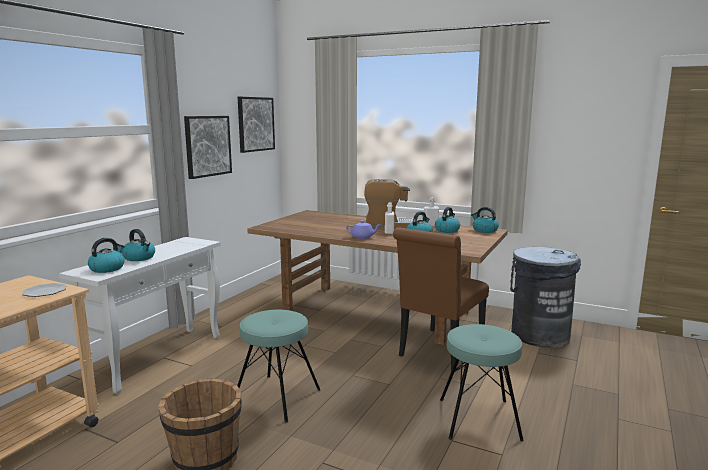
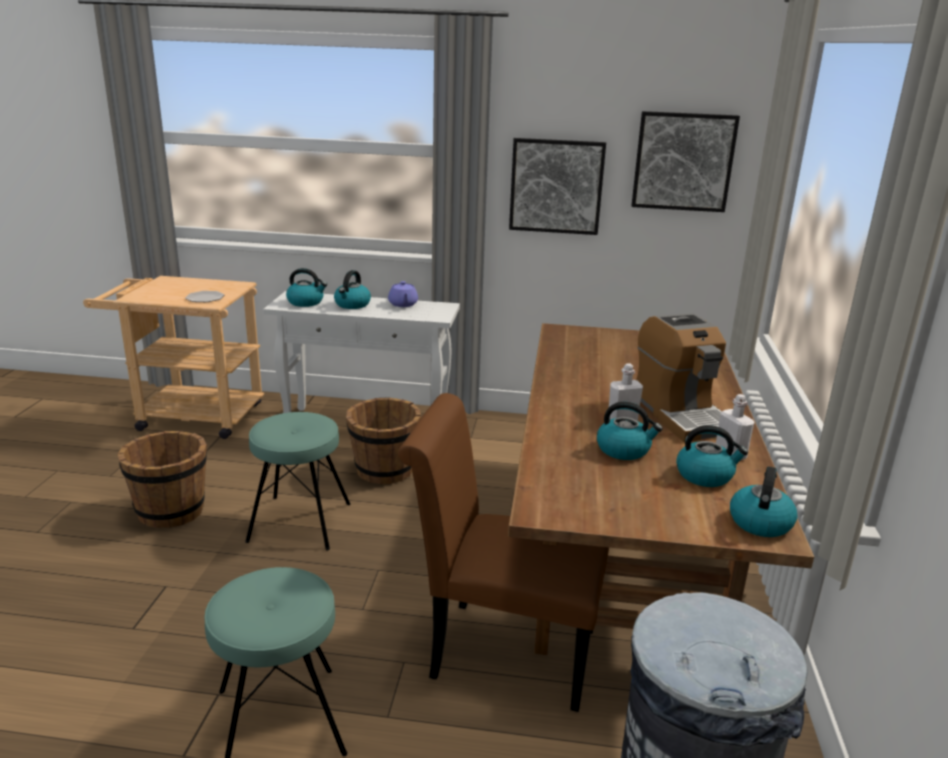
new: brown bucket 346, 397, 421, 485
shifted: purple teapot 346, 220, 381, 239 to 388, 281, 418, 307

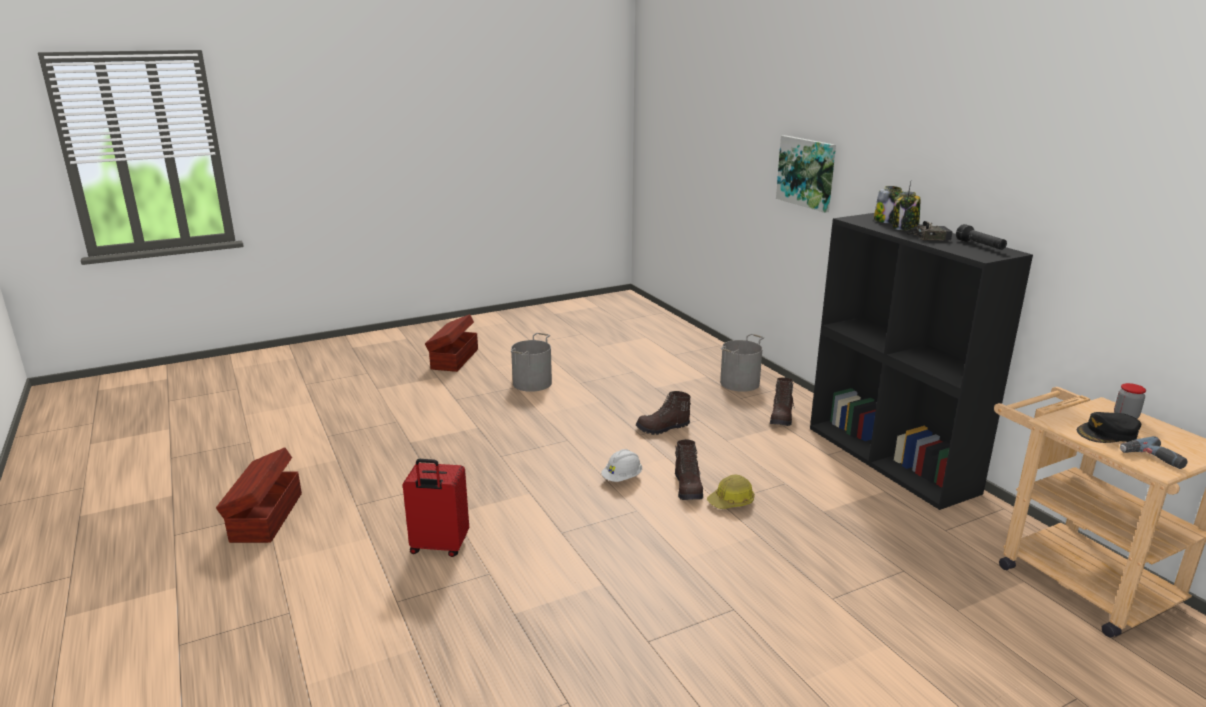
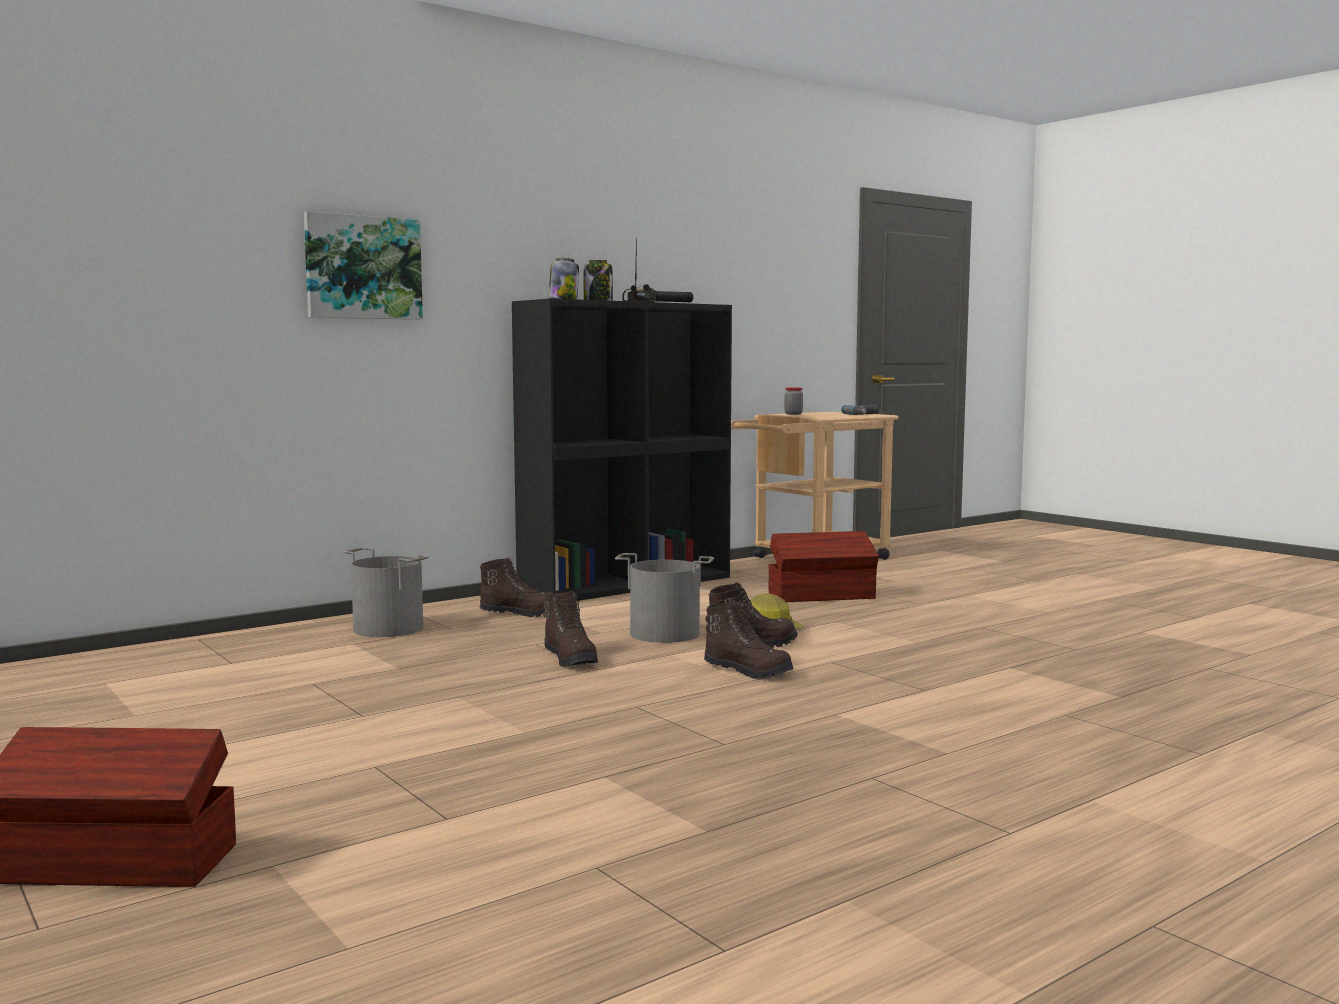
gone: red suitcase 403, 459, 469, 557; black cap 1077, 412, 1141, 443
shifted: brown storage box 216, 447, 302, 543 to 769, 531, 879, 602; grey bucket 511, 333, 552, 392 to 615, 553, 714, 643
swapped: white hard hat 601, 449, 642, 482 to brown boot 704, 601, 794, 679

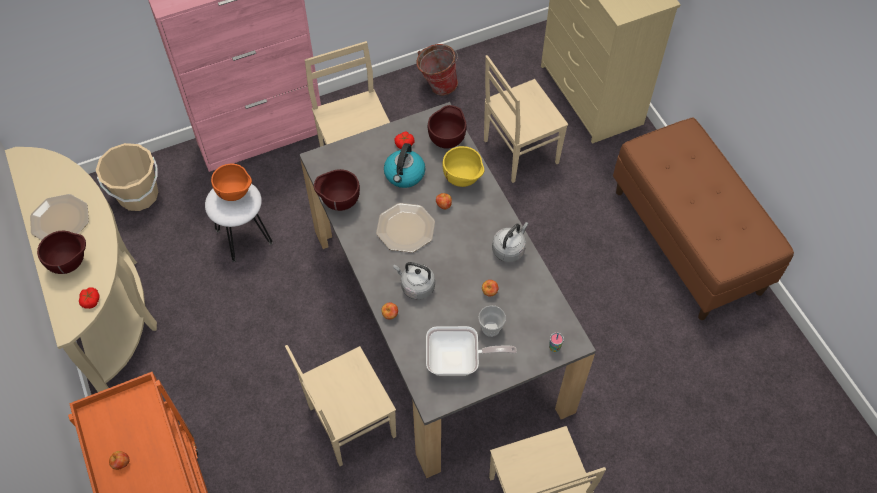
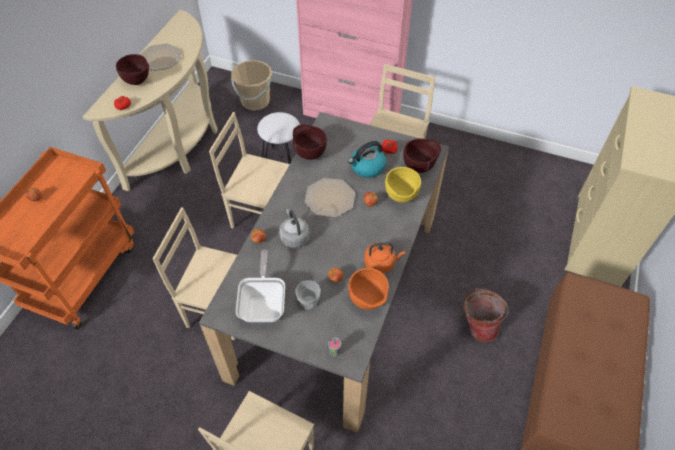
shifted: orange bowl 211, 164, 252, 201 to 348, 268, 389, 310; bucket 416, 44, 458, 95 to 463, 288, 508, 342; beige chair 484, 55, 568, 183 to 209, 112, 290, 228
repainted: grey kettle 492, 222, 528, 262 to orange kettle 364, 242, 405, 274
rotated: frying pan 426, 326, 517, 376 = 236, 250, 285, 322 135 degrees counterclockwise

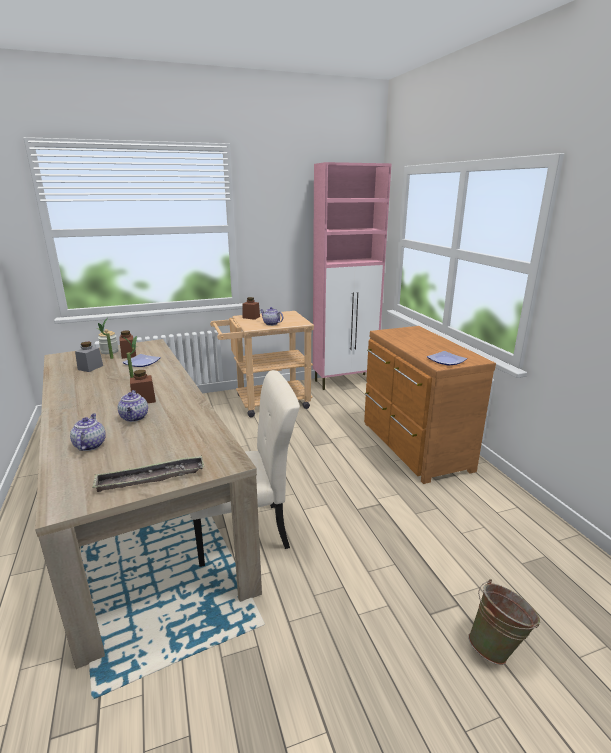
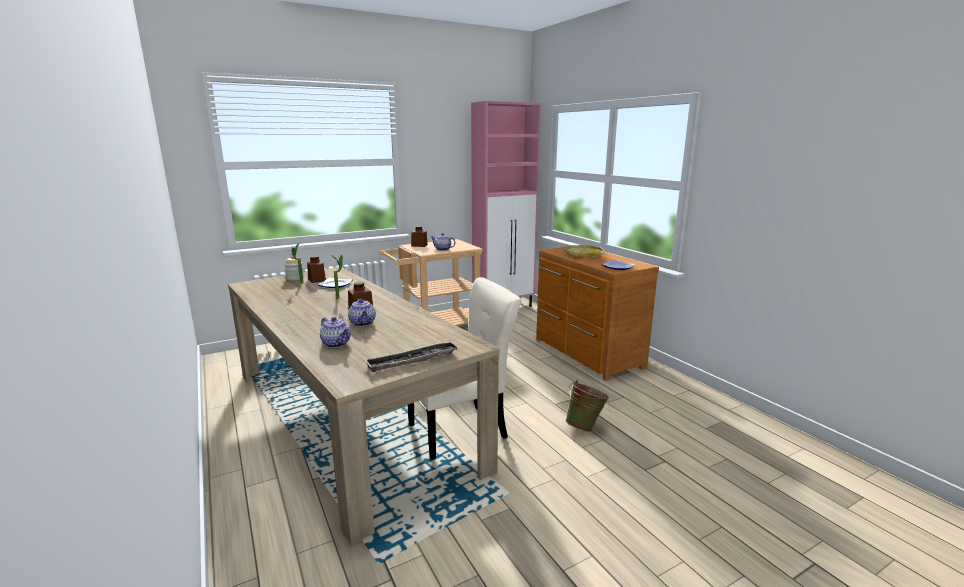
gone: grey jar 75, 342, 103, 372
new: yellow tray 565, 245, 605, 258
shifted: green bucket 468, 579, 540, 665 to 565, 380, 609, 432
rotated: teapot 70, 414, 106, 451 = 320, 317, 351, 348 150 degrees clockwise

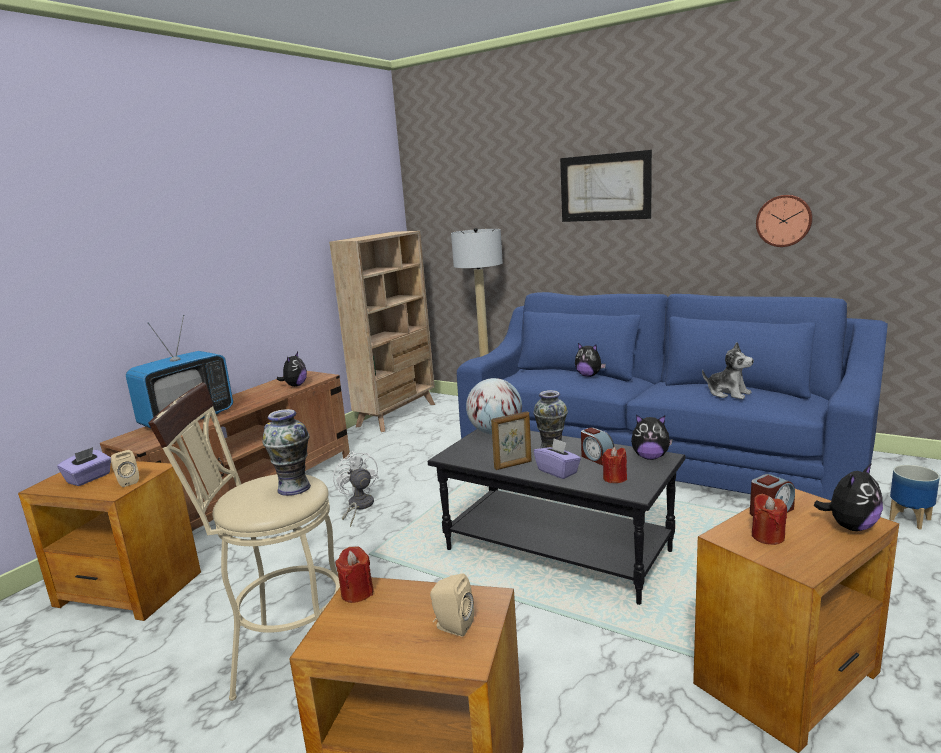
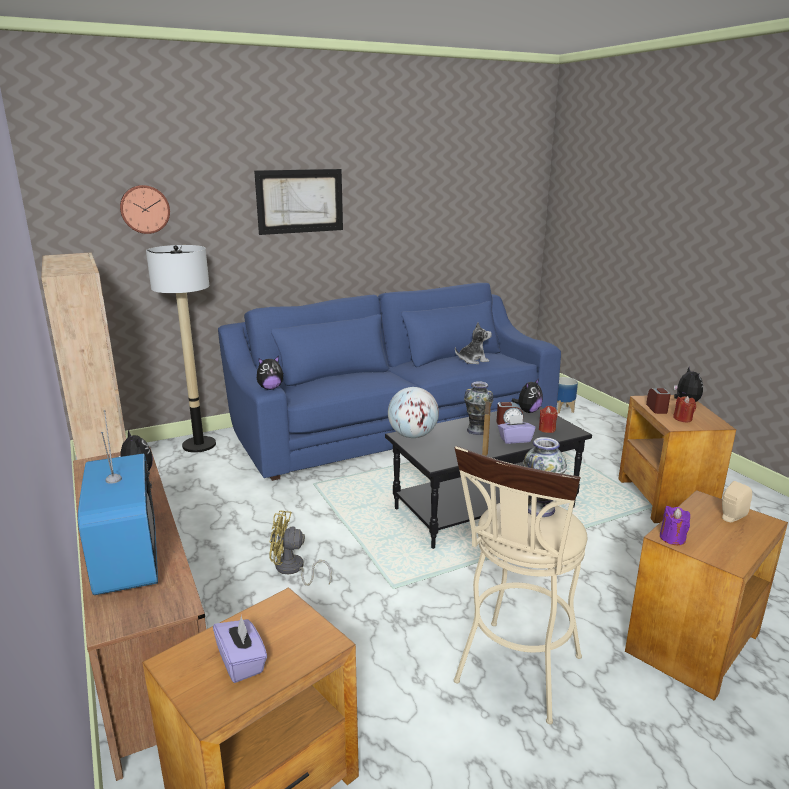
gone: beige speaker 111, 450, 139, 487
shifted: plush toy 575, 343, 606, 377 to 257, 356, 283, 390; wall clock 756, 195, 813, 247 to 120, 185, 170, 234
repainted: white fan 333, 451, 379, 527 to yellow fan 270, 510, 332, 586; red candle 335, 546, 374, 603 to purple candle 660, 506, 690, 545

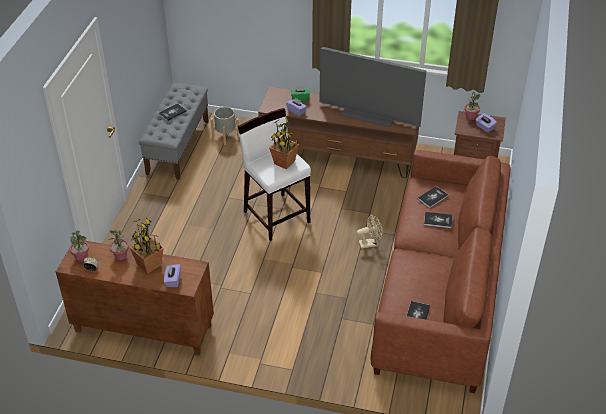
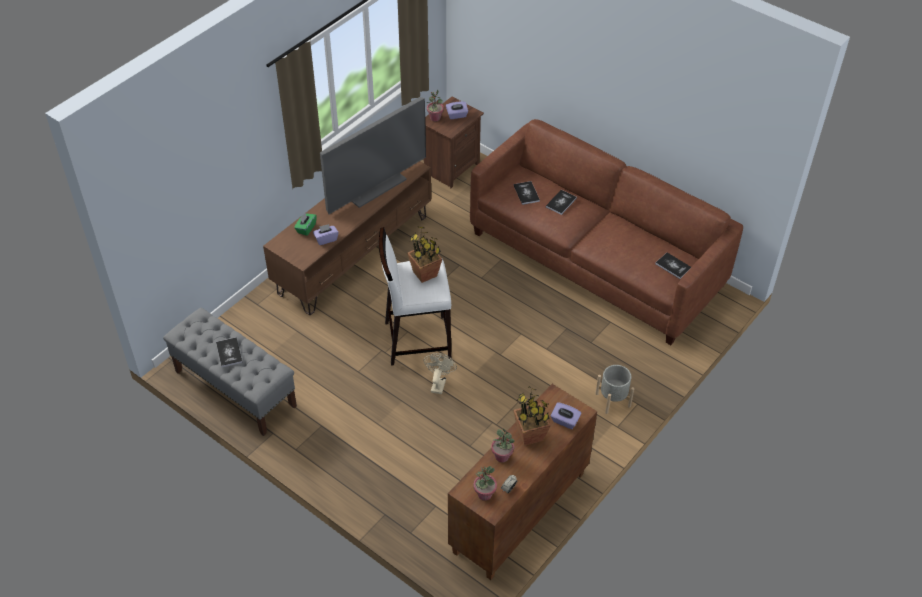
shifted: grey planter 211, 107, 239, 145 to 595, 365, 634, 414; beige fan 357, 214, 383, 249 to 424, 353, 457, 394

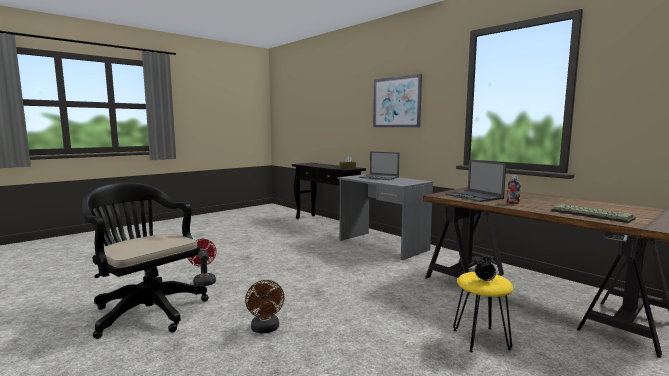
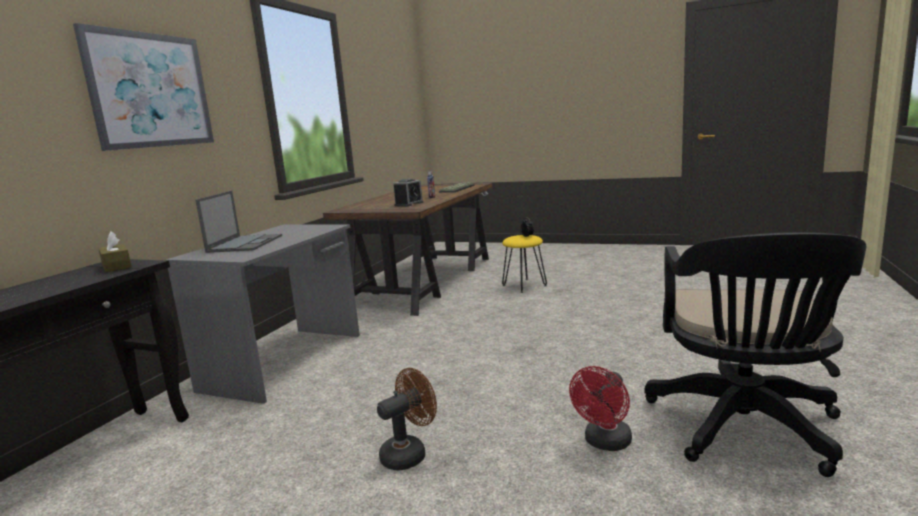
shifted: brown fan 245, 280, 284, 333 to 377, 368, 437, 471
swapped: laptop 445, 160, 506, 202 to alarm clock 393, 179, 423, 207

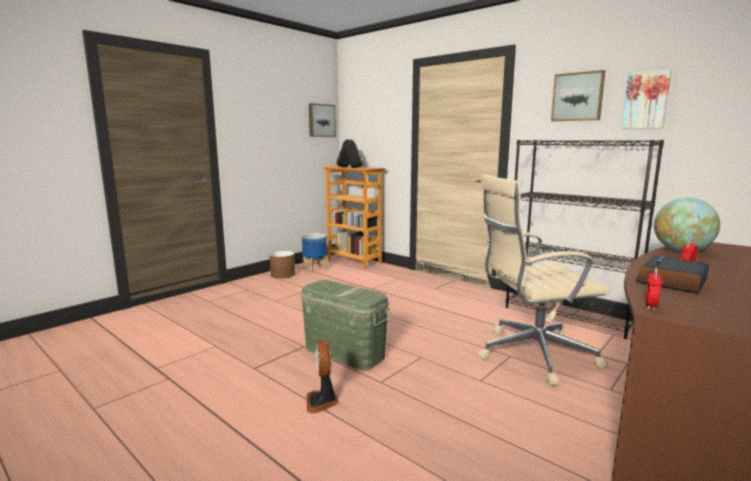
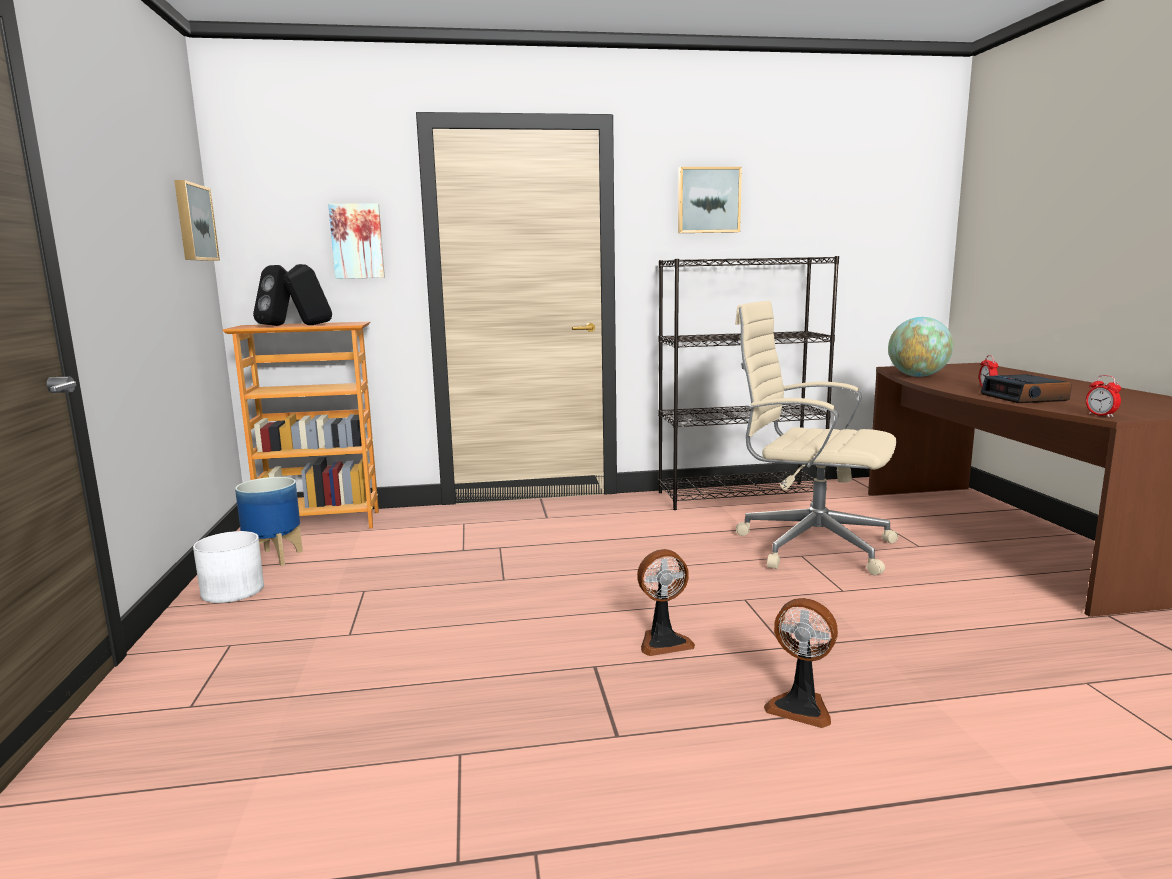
shifted: picture 622, 69, 672, 129 to 328, 203, 385, 279
swapped: green storage box 301, 280, 390, 370 to fan 637, 549, 695, 656
repainted: brown planter 270, 251, 295, 278 to white planter 193, 531, 264, 603
rotated: beige office chair 478, 175, 611, 386 = 735, 301, 898, 575 90 degrees clockwise

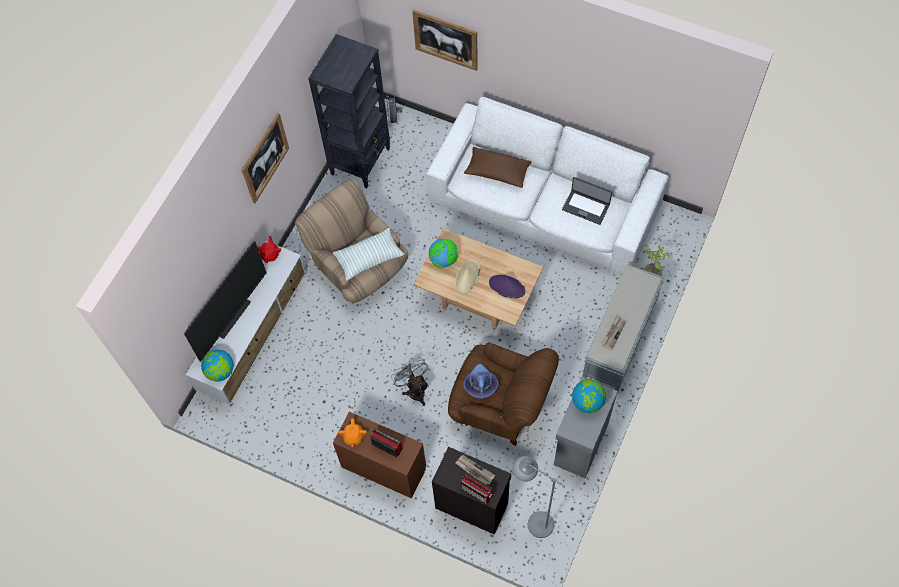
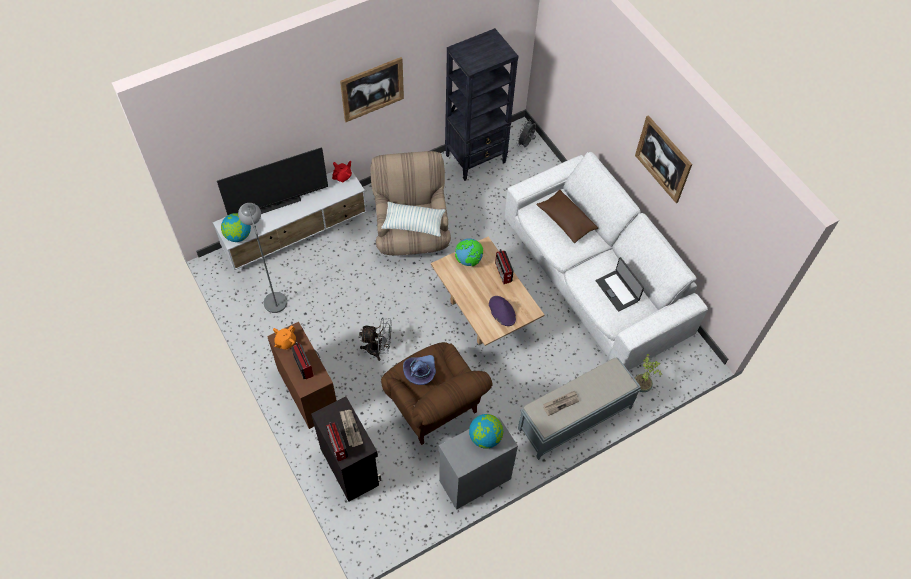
gone: beige hat 455, 260, 480, 294
new: radio 495, 249, 514, 284
shifted: picture 412, 10, 478, 71 to 635, 115, 692, 203; grey floor lamp 513, 456, 564, 538 to 238, 203, 287, 313
rotated: grey fan 391, 357, 429, 406 = 359, 317, 392, 361 90 degrees clockwise

